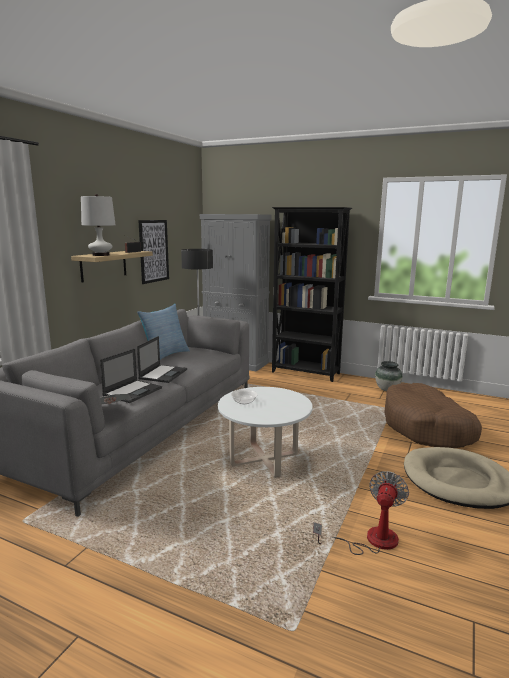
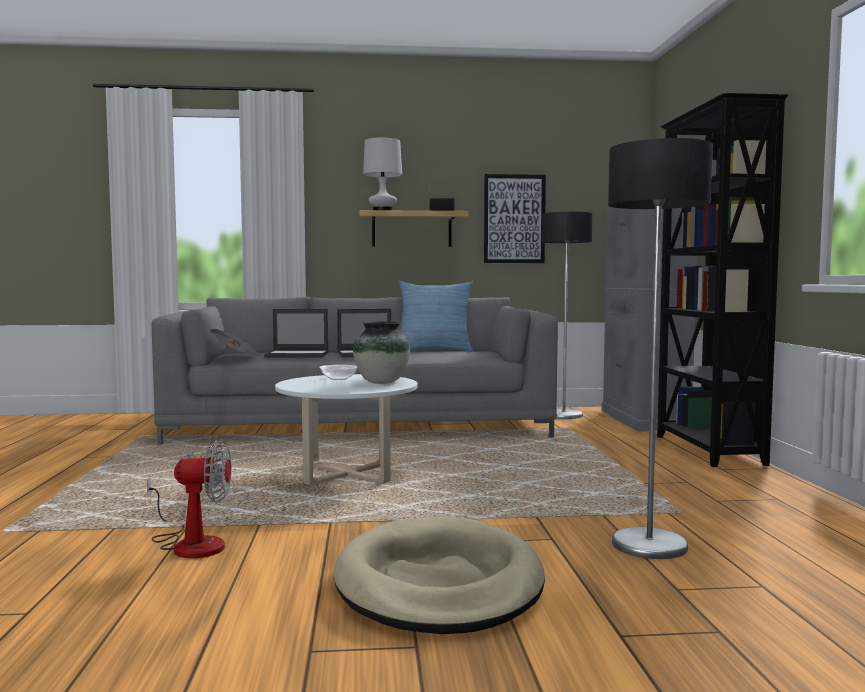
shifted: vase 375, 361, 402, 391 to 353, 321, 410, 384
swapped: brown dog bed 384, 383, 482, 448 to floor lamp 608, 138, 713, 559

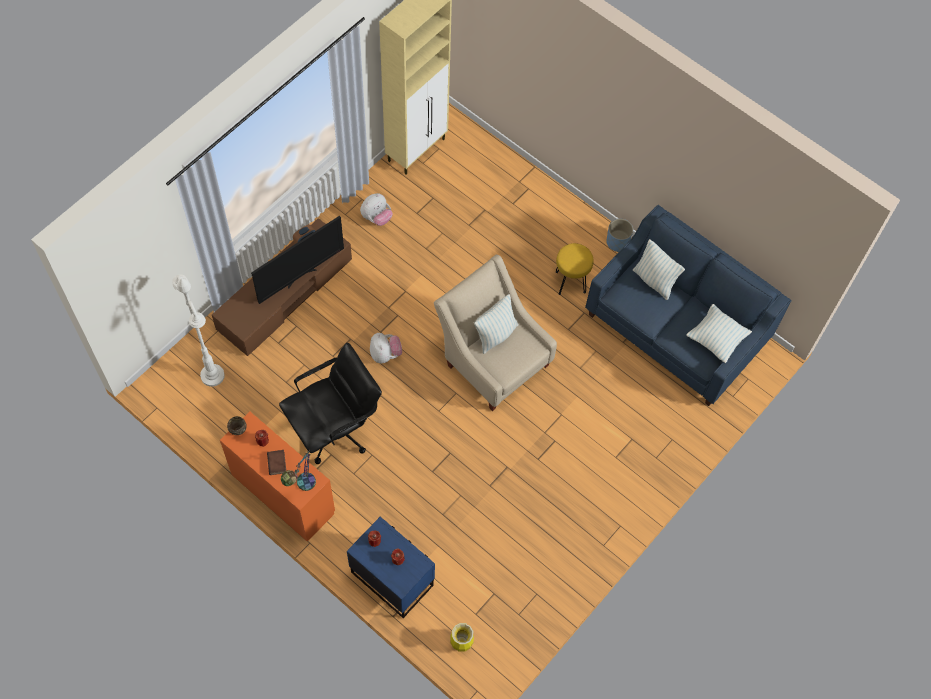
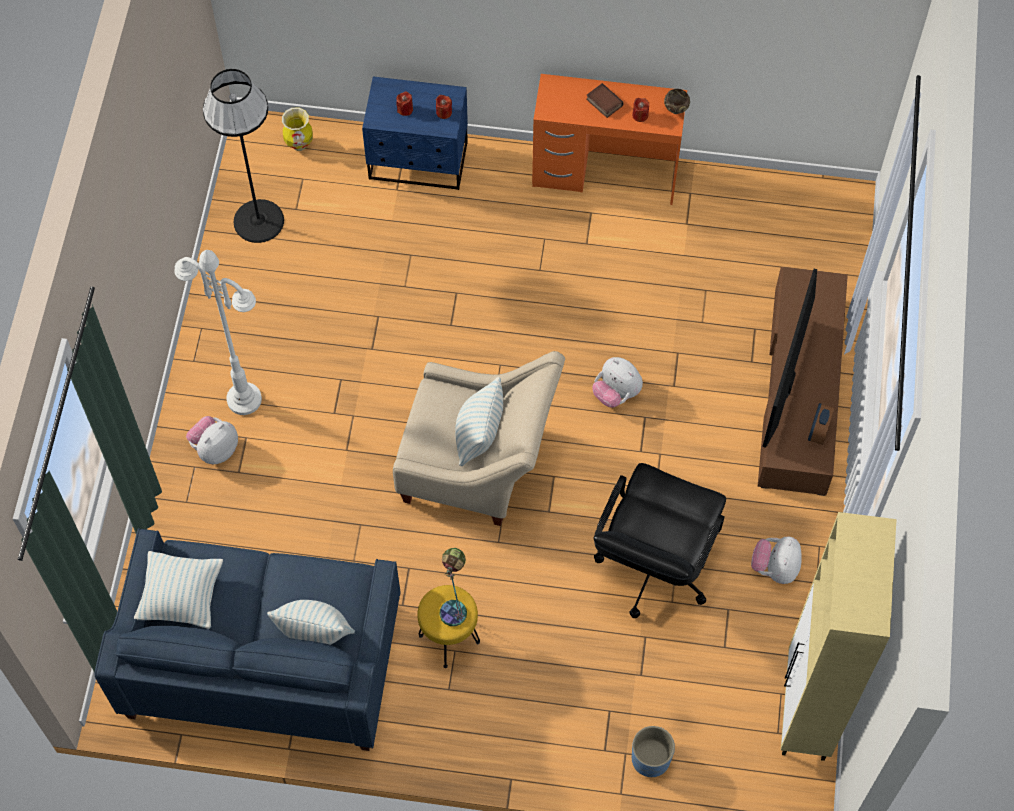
new: plush toy 186, 416, 238, 464; black floor lamp 203, 69, 284, 243
shifted: white floor lamp 172, 274, 225, 387 to 174, 250, 262, 415; black office chair 279, 343, 382, 464 to 593, 463, 726, 618; table lamp 281, 450, 316, 491 to 439, 548, 467, 626; blue planter 606, 219, 633, 252 to 632, 726, 675, 777

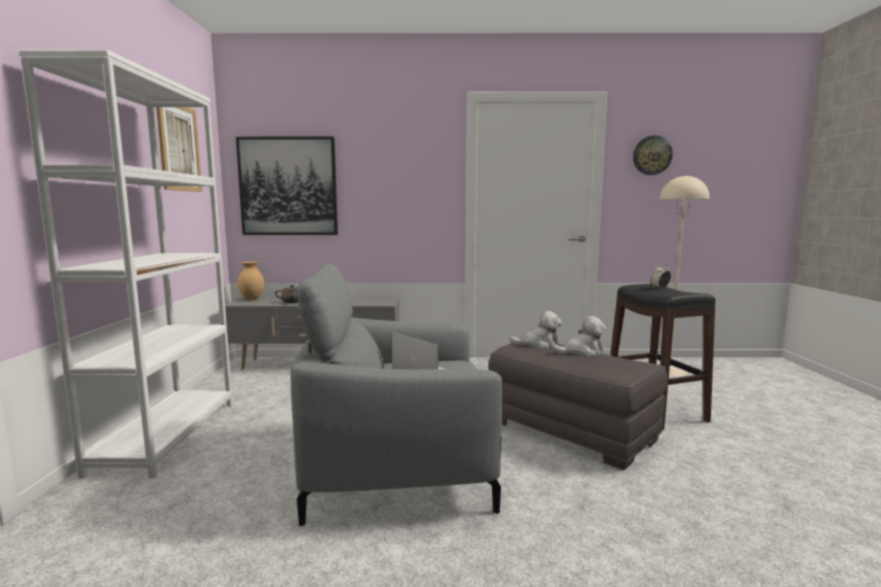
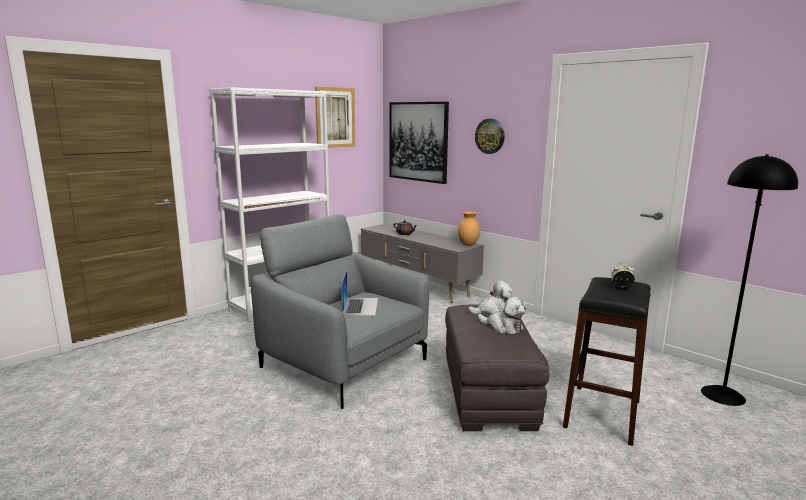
shifted: brown vase 238, 261, 265, 300 to 458, 212, 480, 246; wall clock 633, 135, 673, 175 to 475, 119, 505, 154
repainted: beige floor lamp 659, 175, 709, 376 to black floor lamp 701, 154, 798, 406
rotated: plush toy 510, 311, 562, 348 = 468, 281, 513, 315 60 degrees counterclockwise

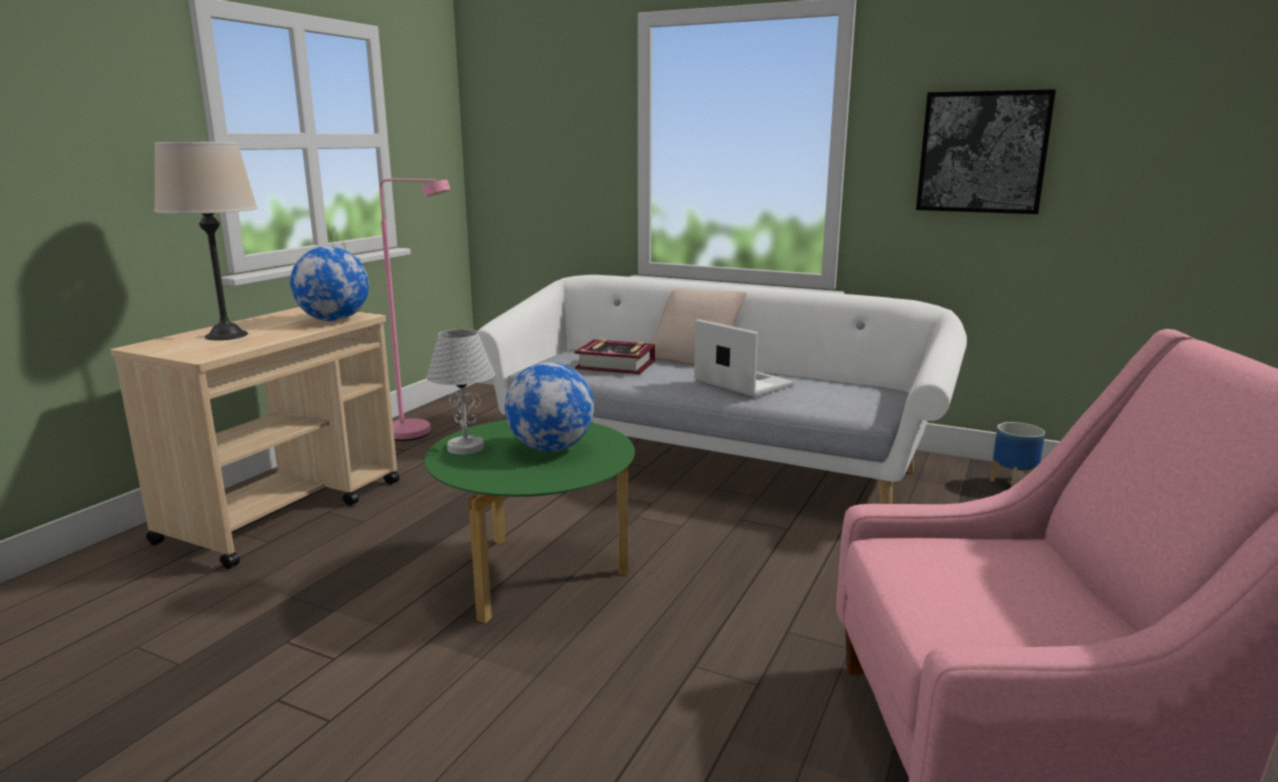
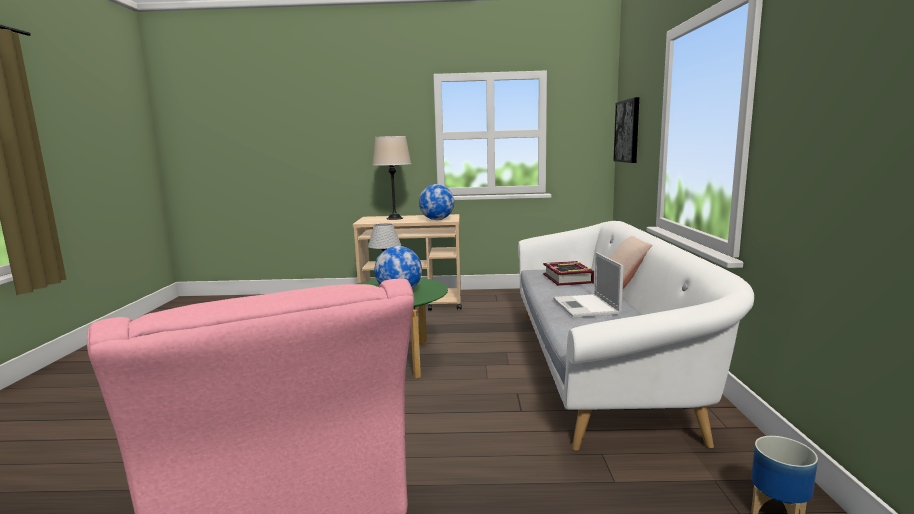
gone: pink floor lamp 380, 179, 451, 441
shifted: picture 916, 89, 1056, 214 to 613, 97, 639, 163
rotated: laptop 694, 319, 794, 397 = 553, 252, 624, 318 150 degrees clockwise

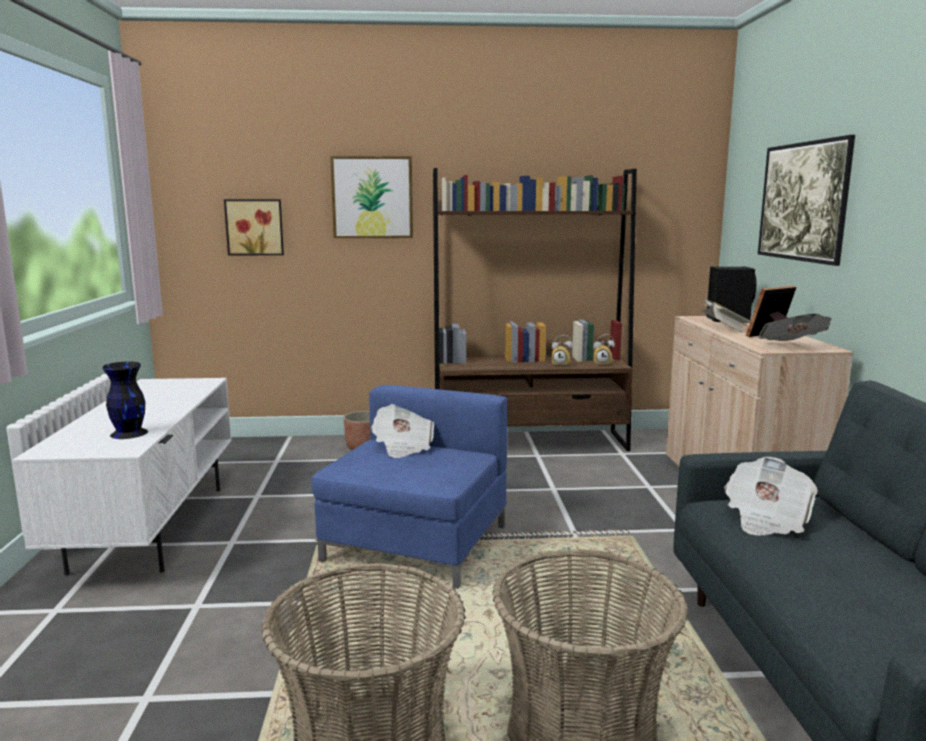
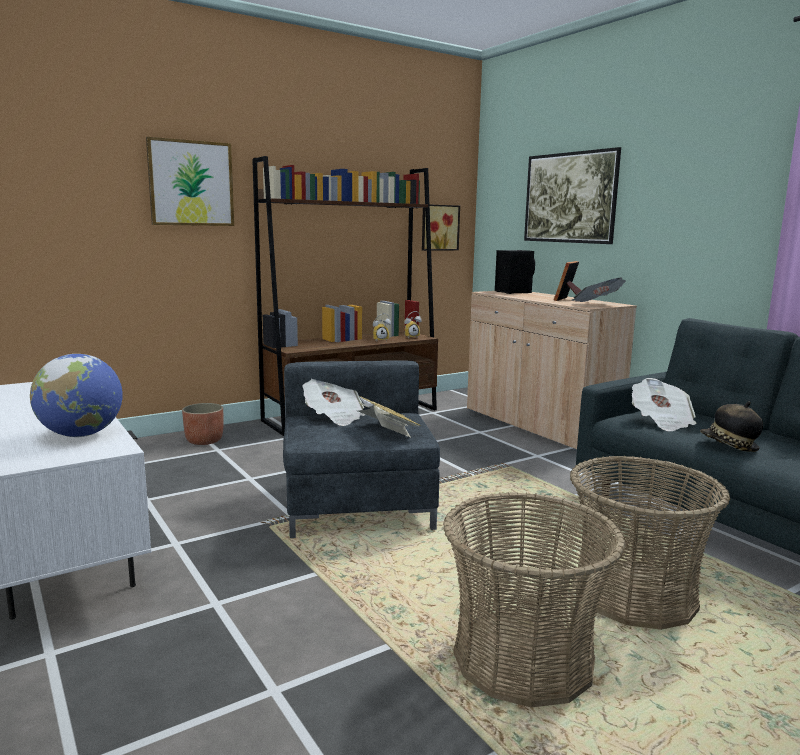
new: hat 700, 402, 763, 452
shifted: picture 224, 199, 284, 256 to 422, 204, 460, 251; book 701, 299, 750, 332 to 358, 396, 421, 437
swapped: black vase 102, 361, 148, 439 to globe 30, 354, 123, 437
repainted: blue armchair 312, 385, 508, 589 to grey armchair 283, 360, 440, 538

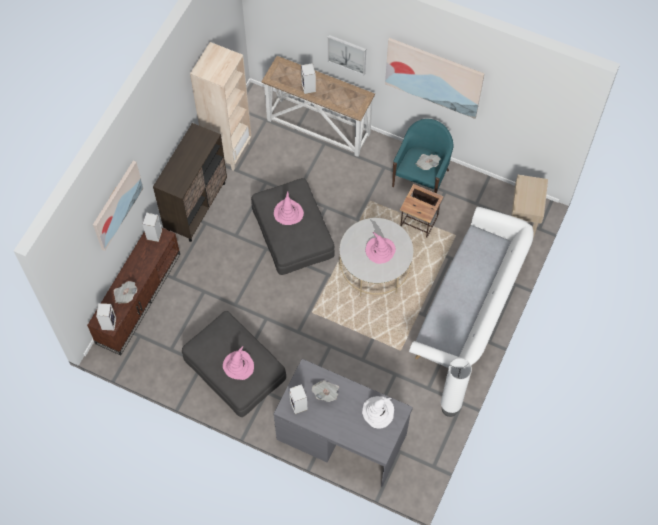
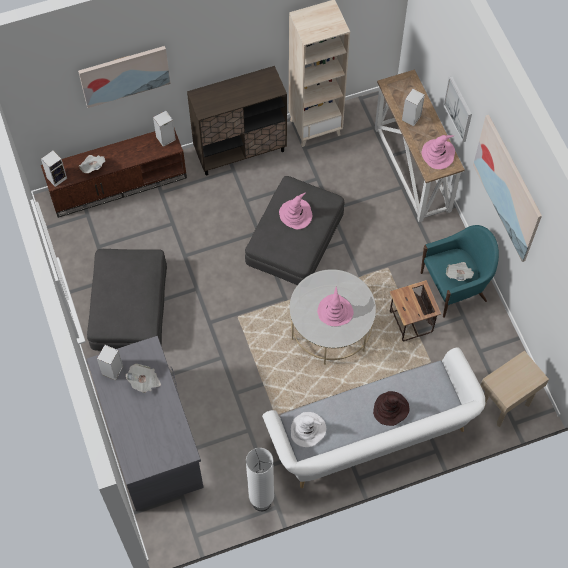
new: brown hat 373, 391, 409, 426
shifted: pink hat 223, 346, 254, 380 to 421, 135, 455, 169; white hat 362, 396, 394, 428 to 291, 412, 326, 447

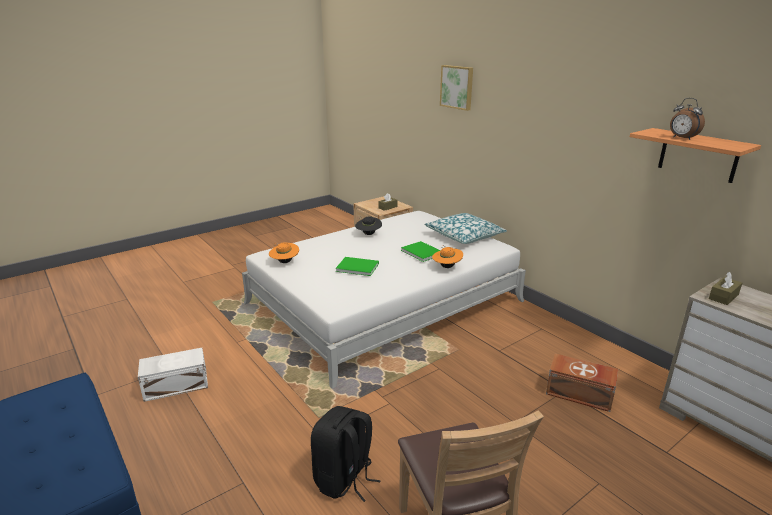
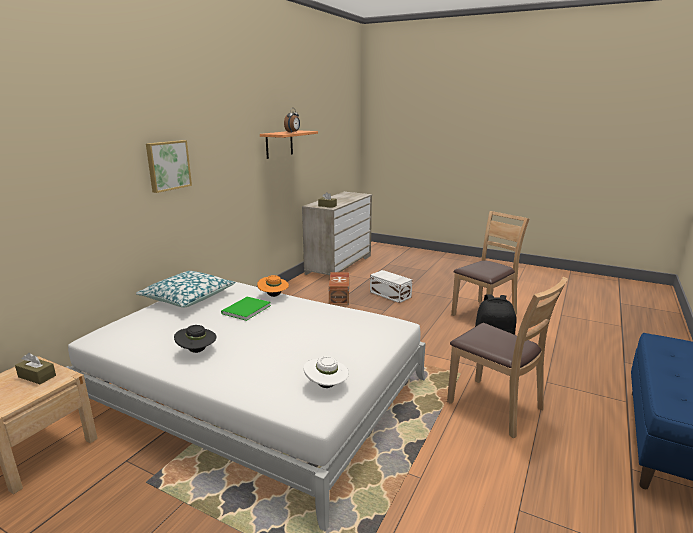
gone: green book 336, 257, 379, 276
new: brown chair 447, 277, 568, 438
shifted: white storage box 138, 348, 208, 402 to 370, 270, 412, 303; picture 440, 65, 473, 111 to 146, 140, 192, 193
repainted: orange hat 269, 242, 299, 263 to white hat 304, 356, 349, 388

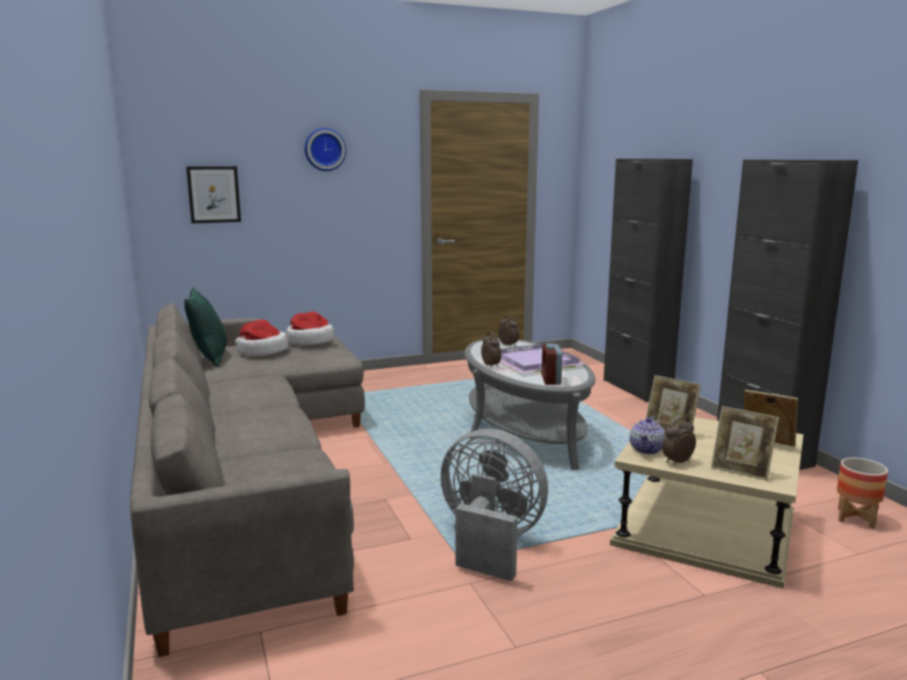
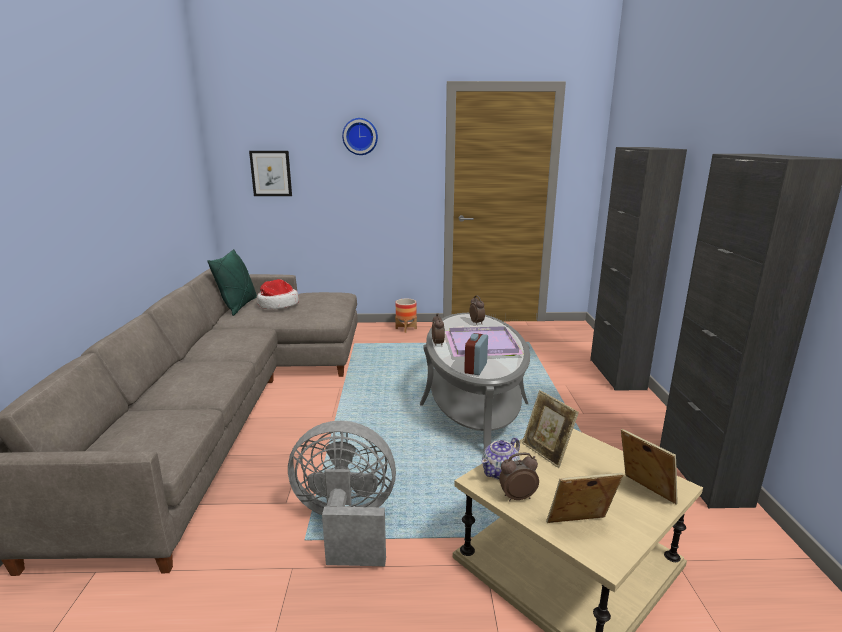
gone: hat 286, 312, 334, 345
shifted: planter 837, 458, 888, 529 to 395, 299, 417, 333
rotated: grey fan 440, 429, 548, 582 = 288, 421, 396, 566 45 degrees counterclockwise; picture frame 711, 406, 779, 481 = 546, 473, 623, 523 120 degrees clockwise

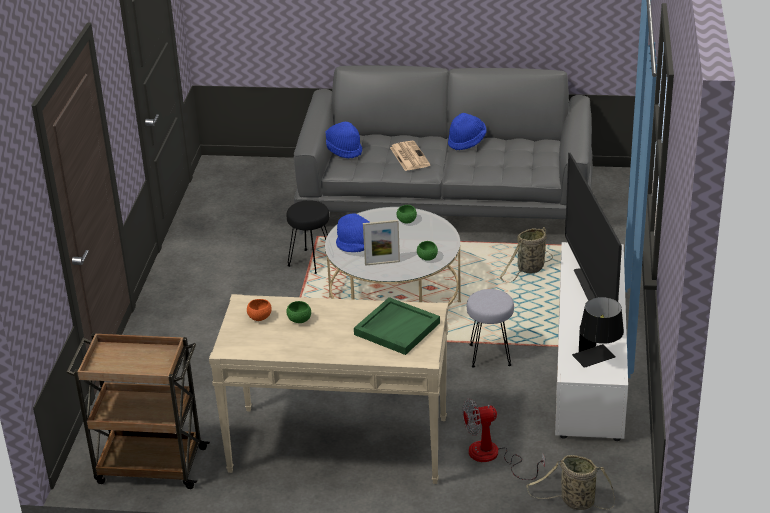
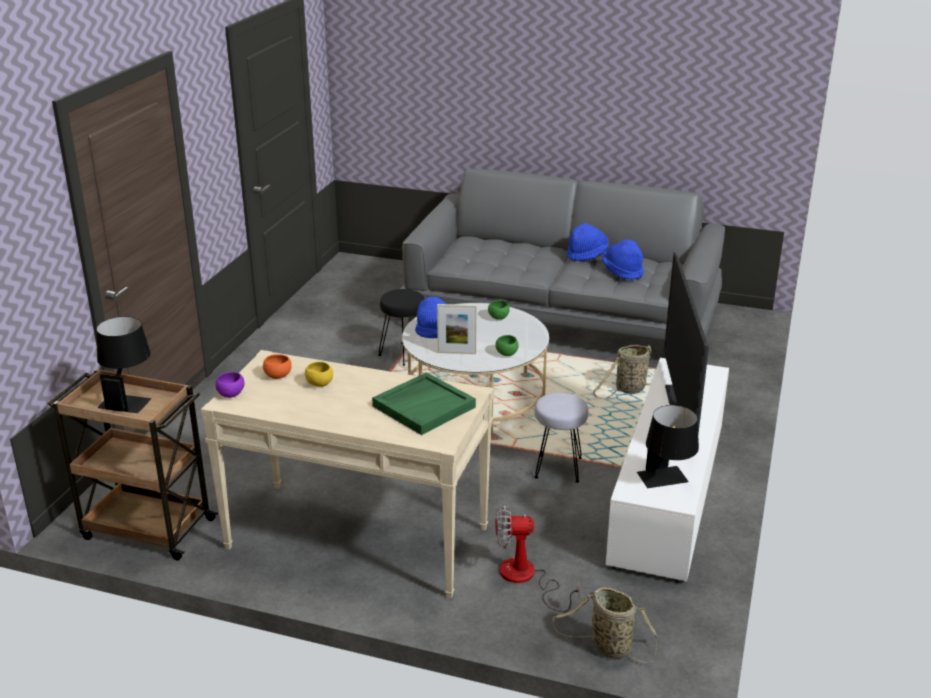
gone: newspaper 390, 141, 430, 171
new: black table lamp 96, 316, 151, 413; purple bowl 215, 372, 245, 398
shifted: blue hat 326, 122, 362, 158 to 602, 240, 644, 280
repainted: green bowl 286, 301, 311, 323 to yellow bowl 305, 362, 333, 387

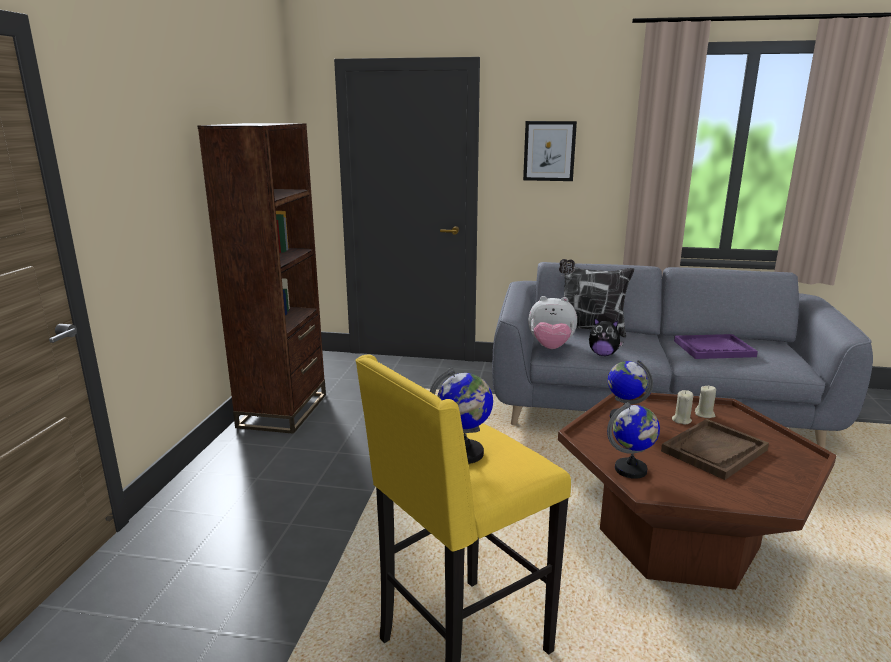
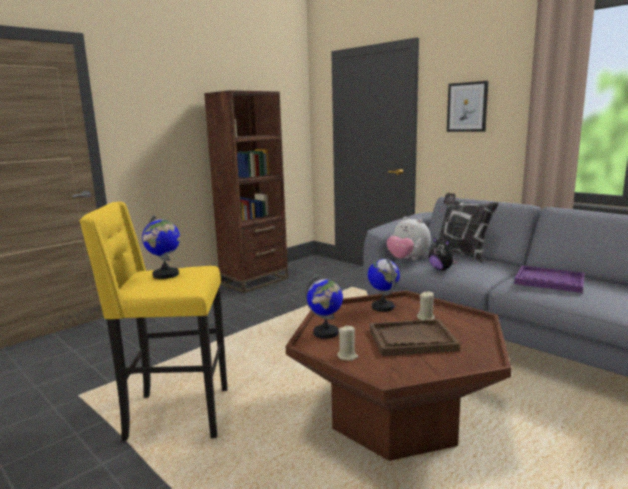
shifted: beige candle 695, 385, 716, 418 to 337, 326, 358, 361

